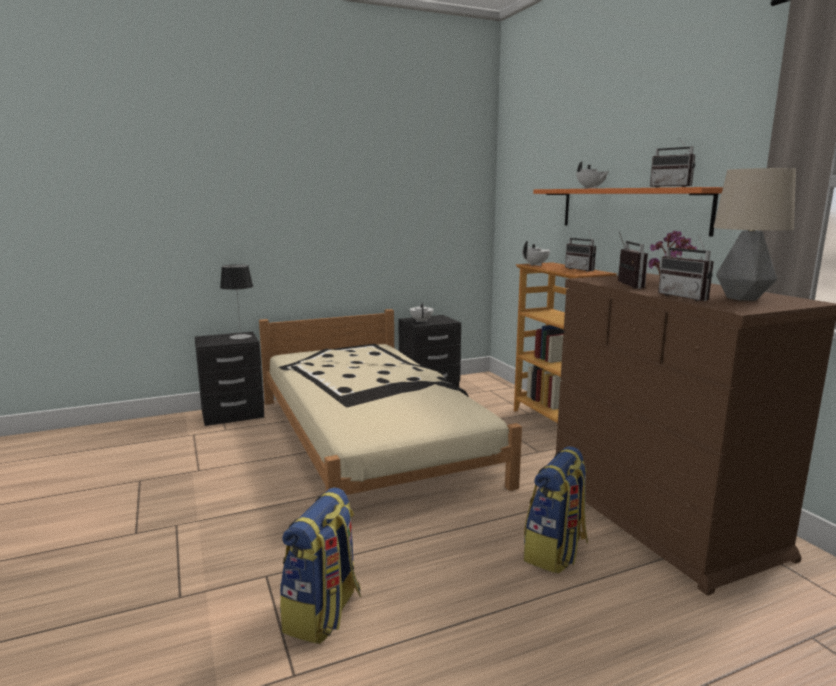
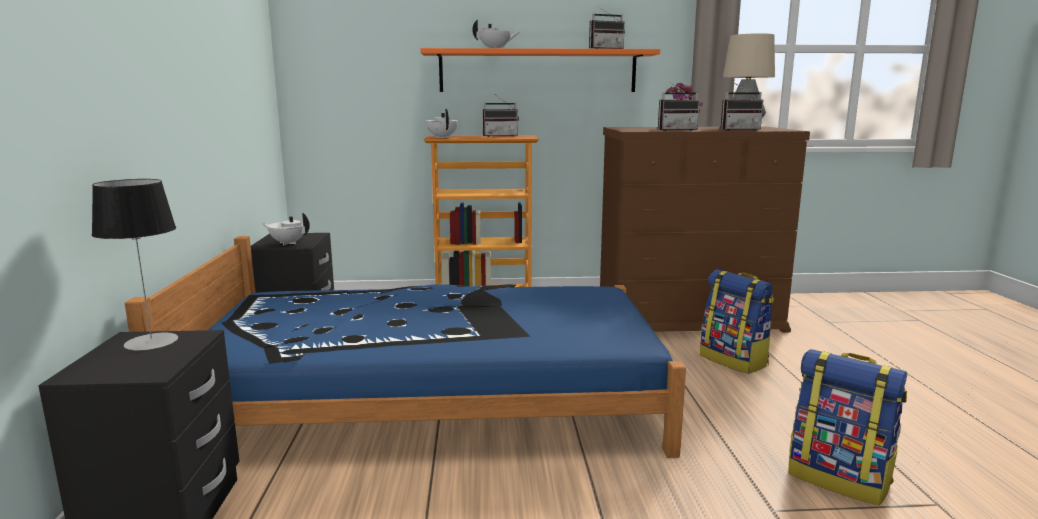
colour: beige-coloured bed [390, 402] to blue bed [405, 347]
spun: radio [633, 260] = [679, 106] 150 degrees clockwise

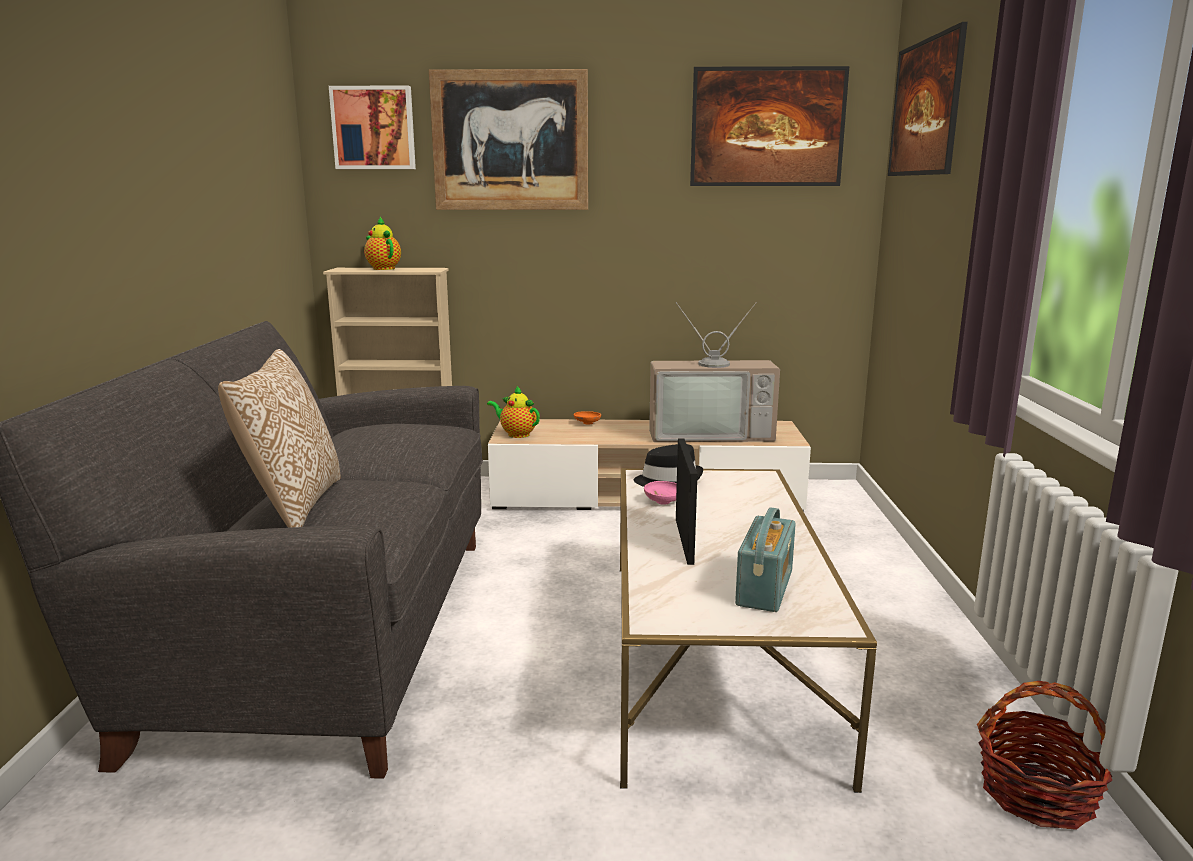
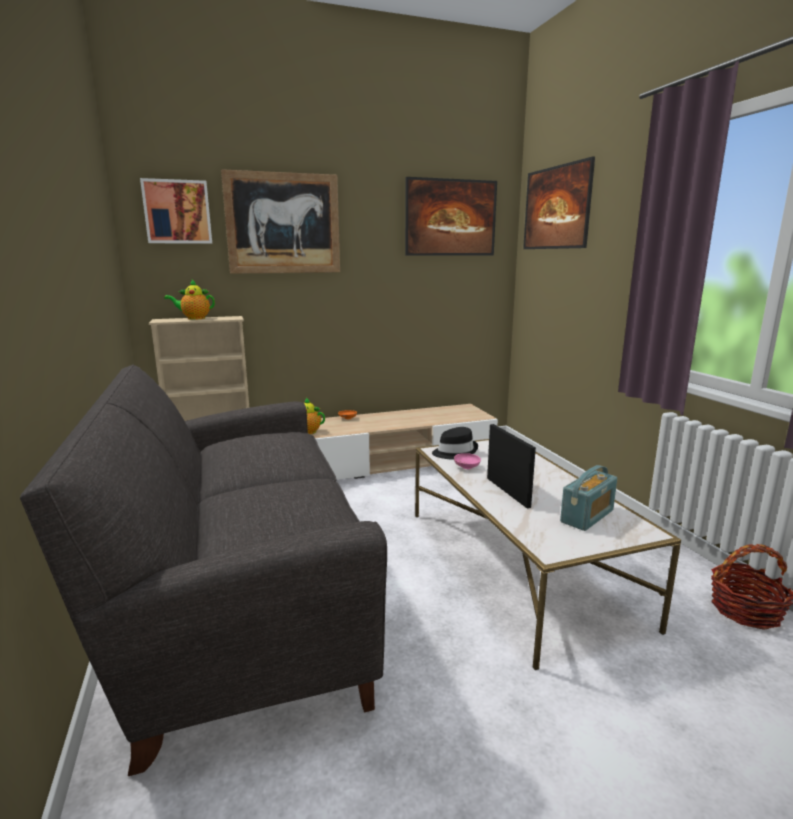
missing: television [714, 372]; throw pillow [279, 438]
spun: tea pot [382, 243] = [189, 300] 45 degrees counterclockwise; radio [765, 559] = [588, 498] 45 degrees clockwise

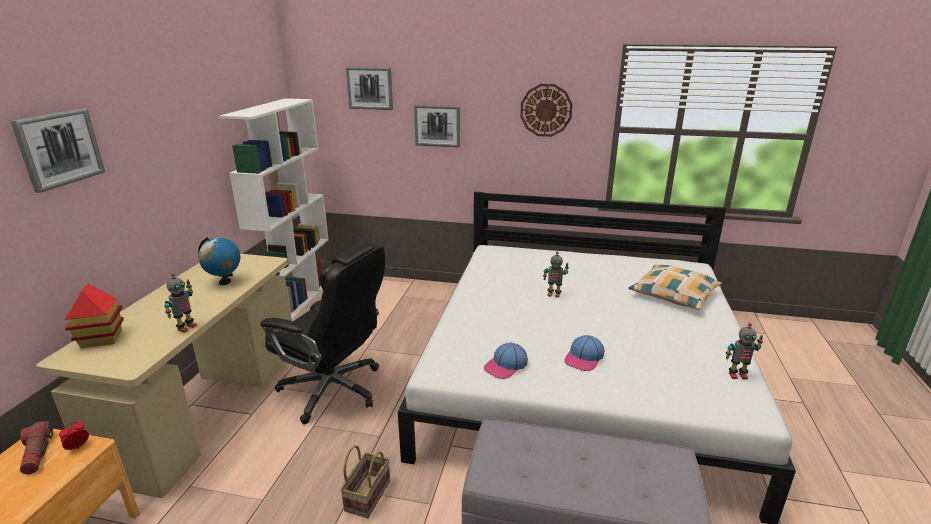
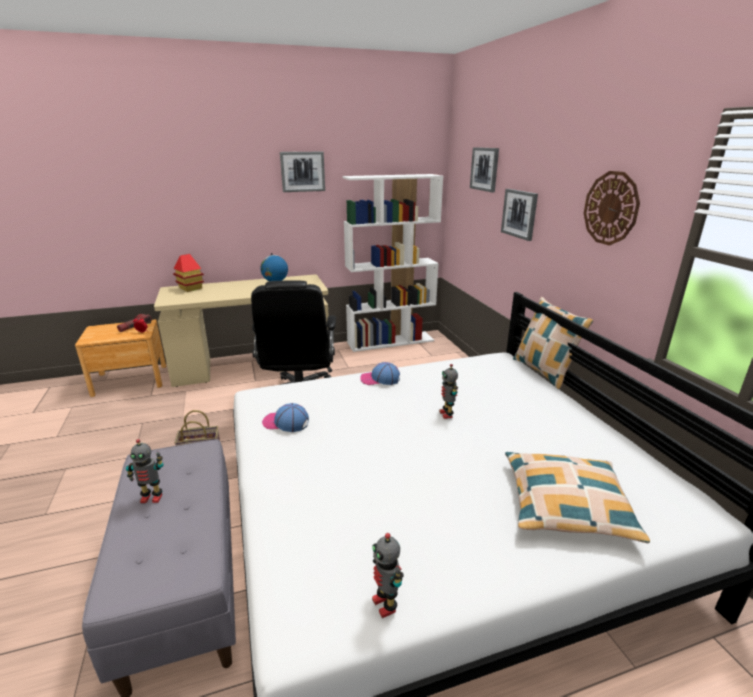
appeared: throw pillow [553, 343]
relocated: wall picture [58, 150] to [302, 172]; model robot [180, 303] to [145, 471]; baseball cap [584, 353] to [380, 373]

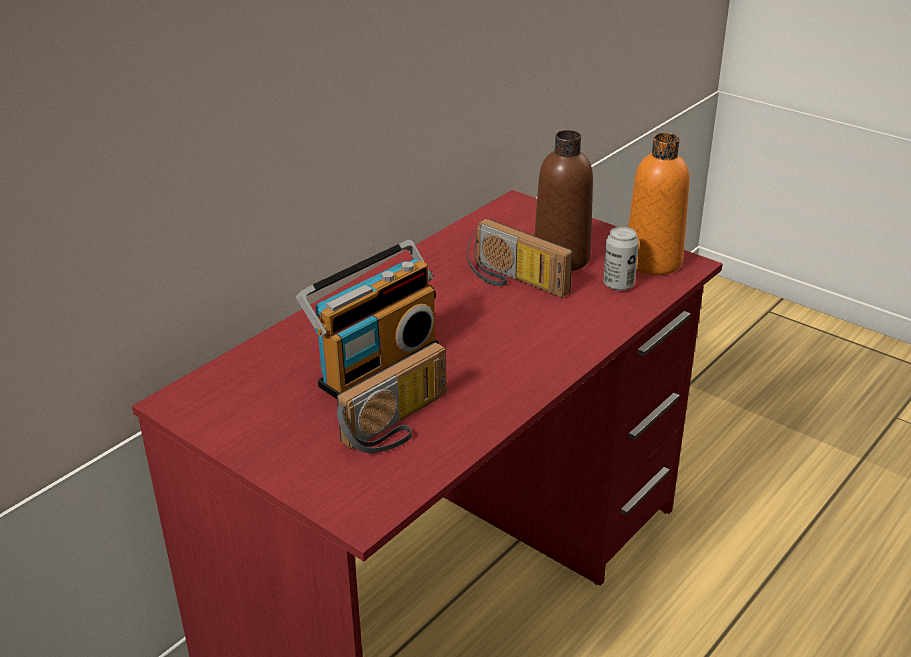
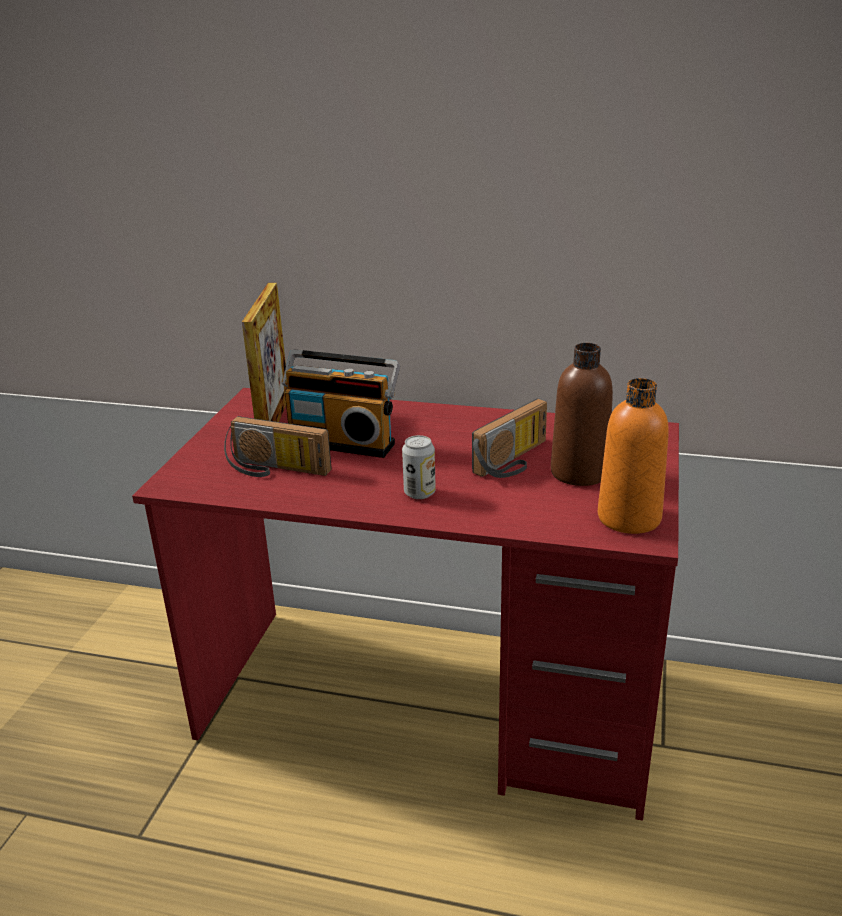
appeared: standing frame [264, 352]
relocated: sealed can [621, 259] to [419, 467]
spun: radio [520, 258] = [509, 438] 150 degrees counterclockwise

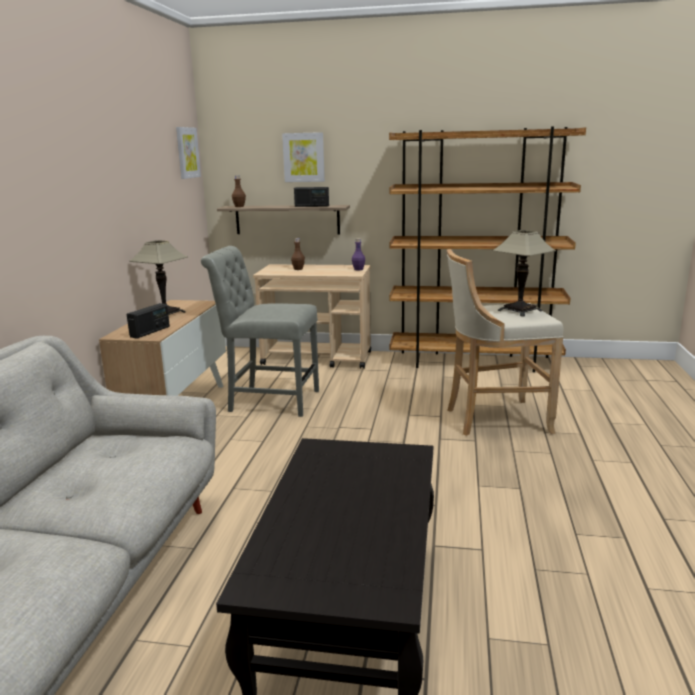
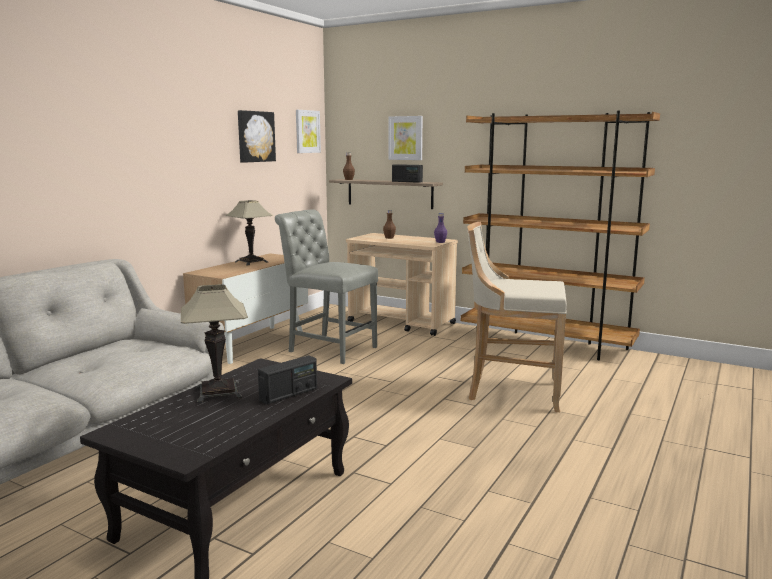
appeared: wall picture [257, 136]
relocated: table lamp [524, 273] to [214, 343]; radio [148, 321] to [287, 379]

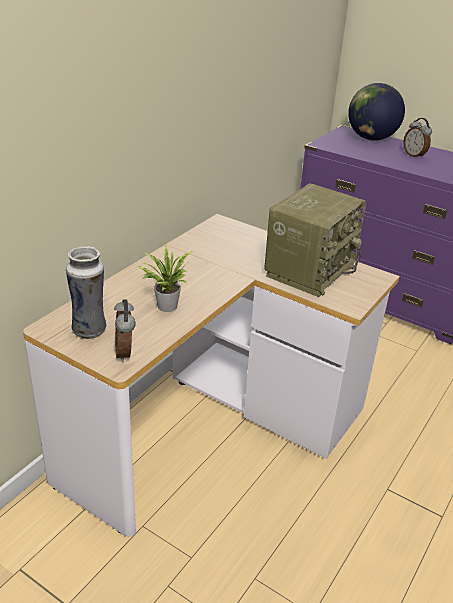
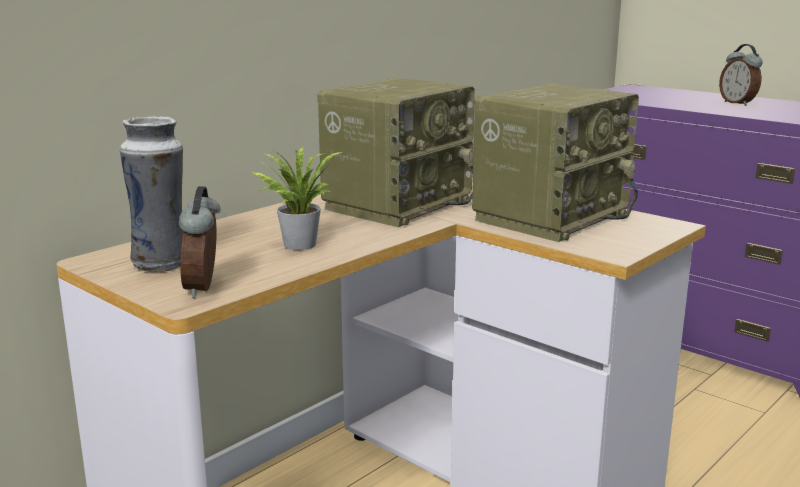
missing: world globe [376, 111]
appeared: radio [396, 152]

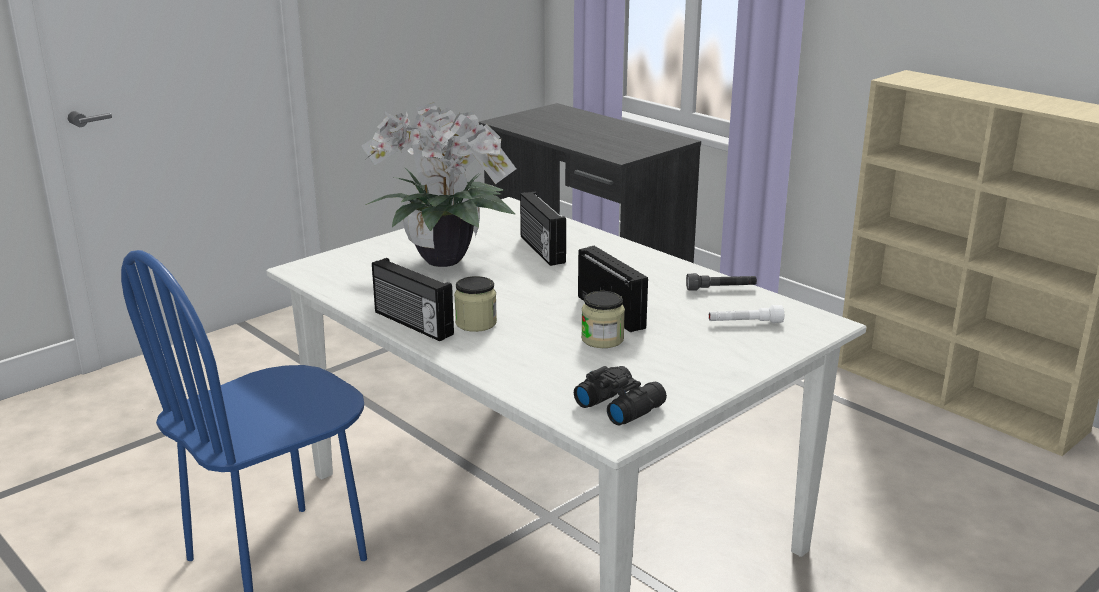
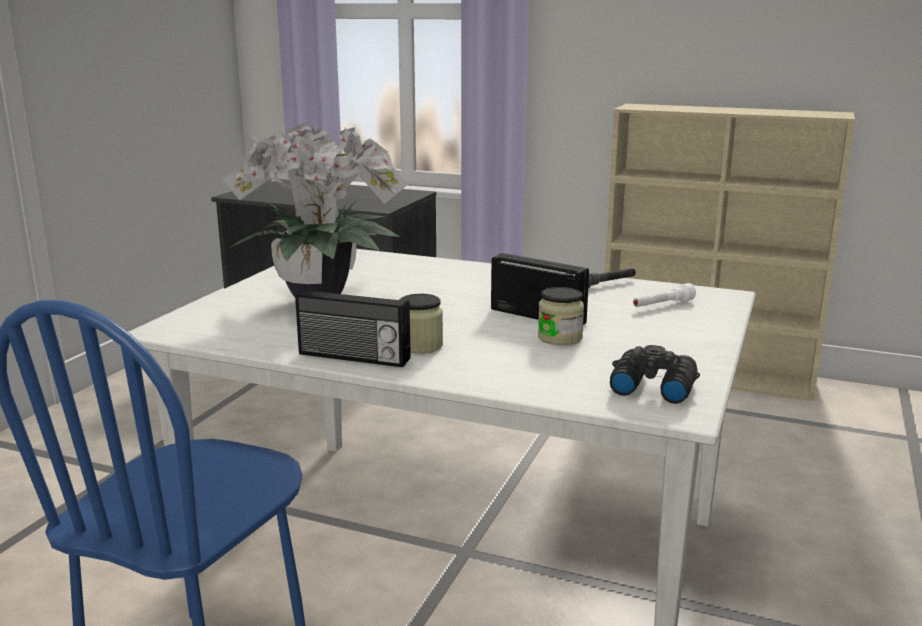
missing: radio [543, 229]

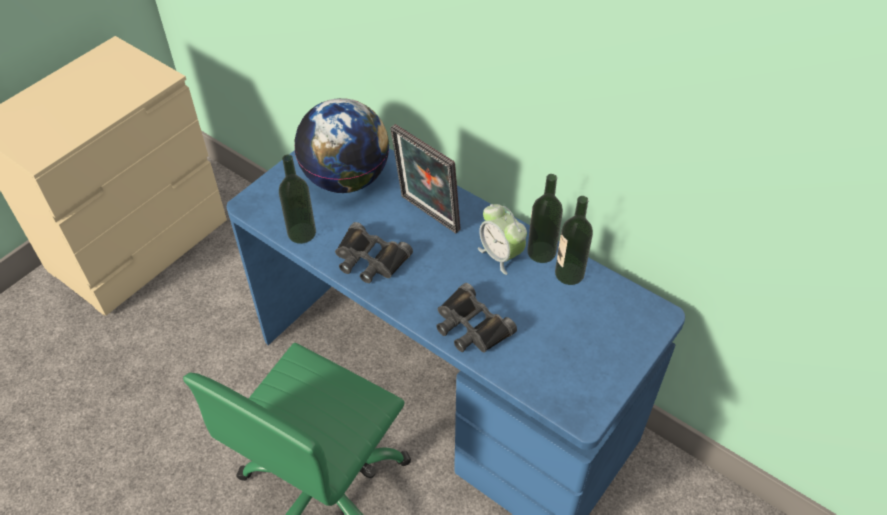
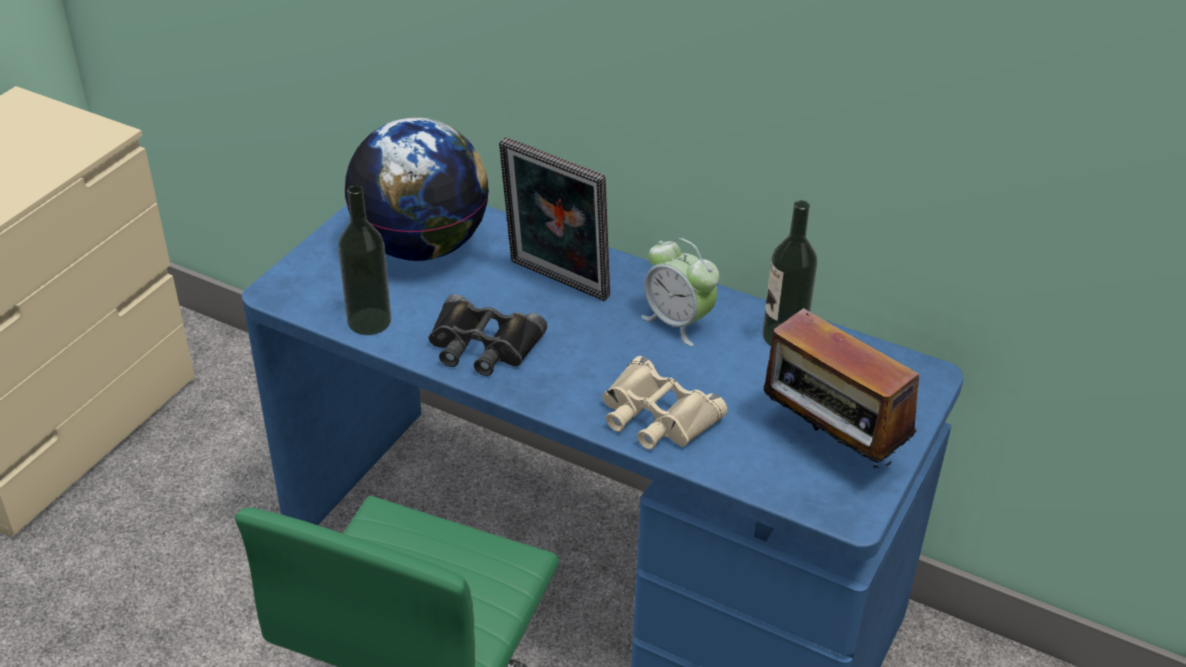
missing: drink bottle [545, 218]
appeared: radio [841, 389]
colour: black field glasses [476, 318] to beige-coloured field glasses [664, 403]

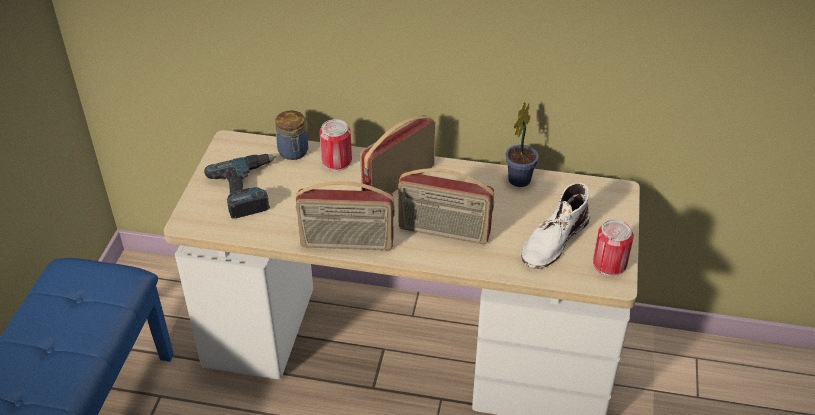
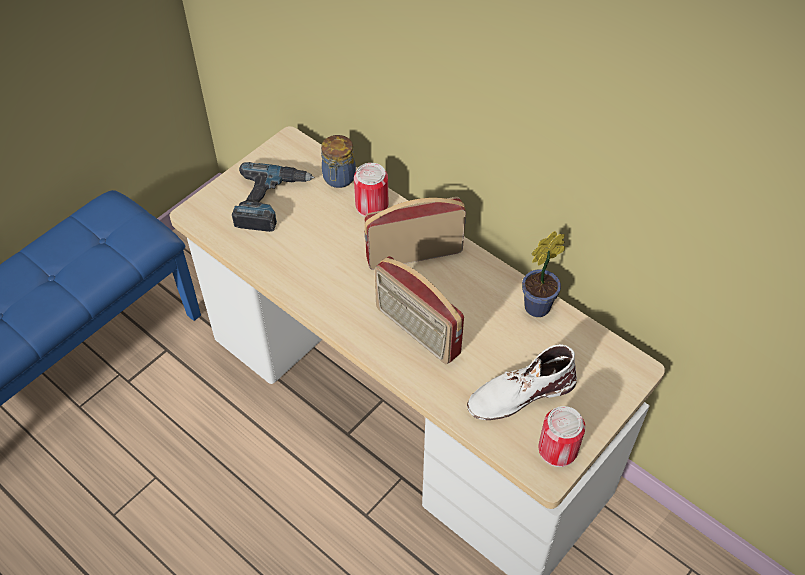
missing: radio [345, 215]

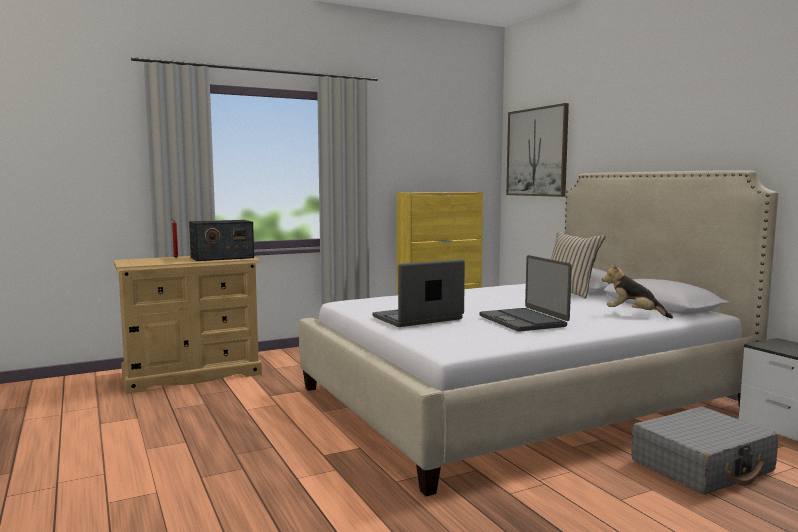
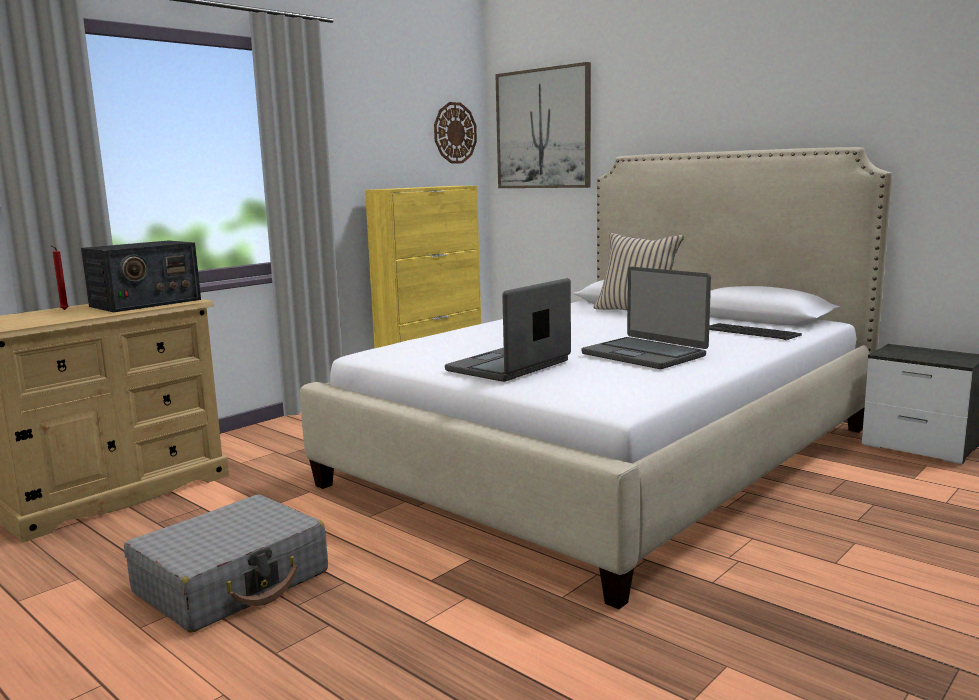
appeared: wall clock [455, 133]
relocated: grey travel case [705, 450] to [226, 564]
exchanged: soft toy [637, 291] to keyboard [755, 331]

